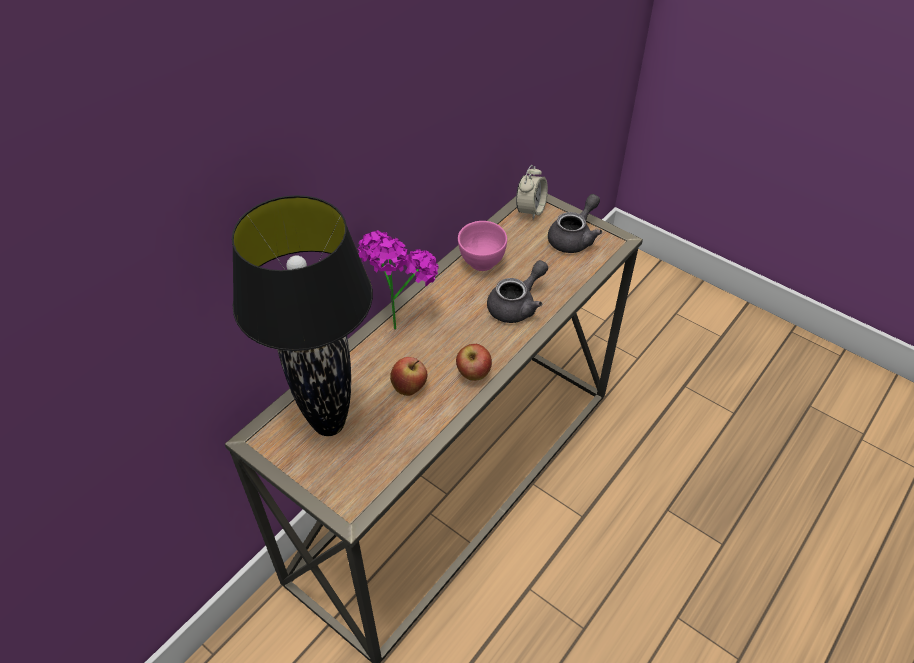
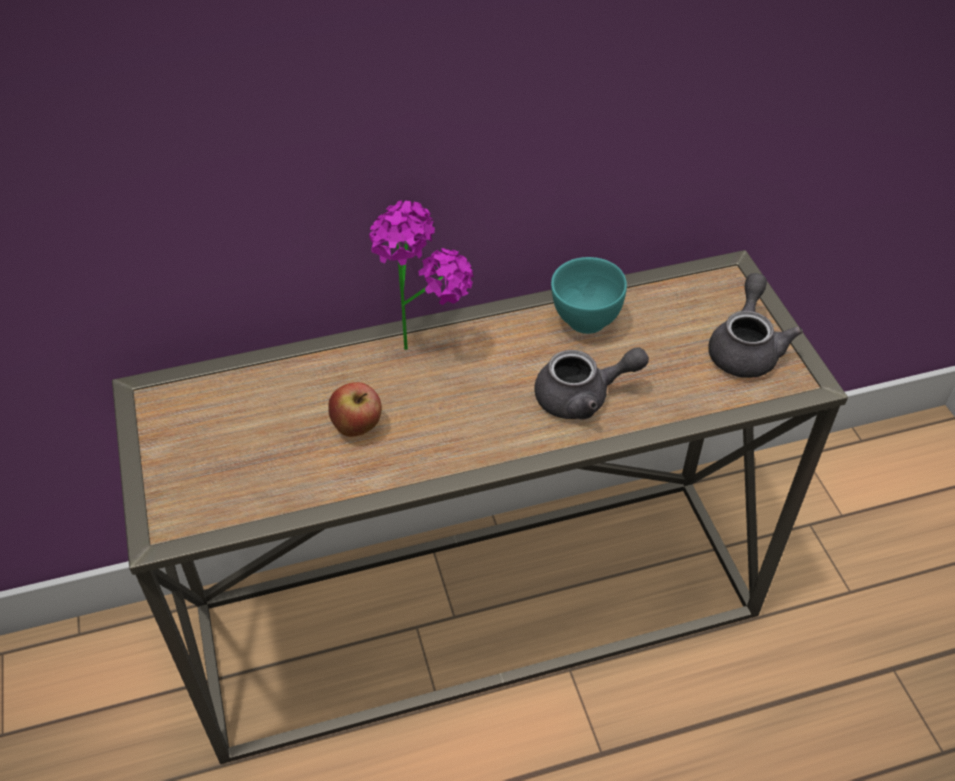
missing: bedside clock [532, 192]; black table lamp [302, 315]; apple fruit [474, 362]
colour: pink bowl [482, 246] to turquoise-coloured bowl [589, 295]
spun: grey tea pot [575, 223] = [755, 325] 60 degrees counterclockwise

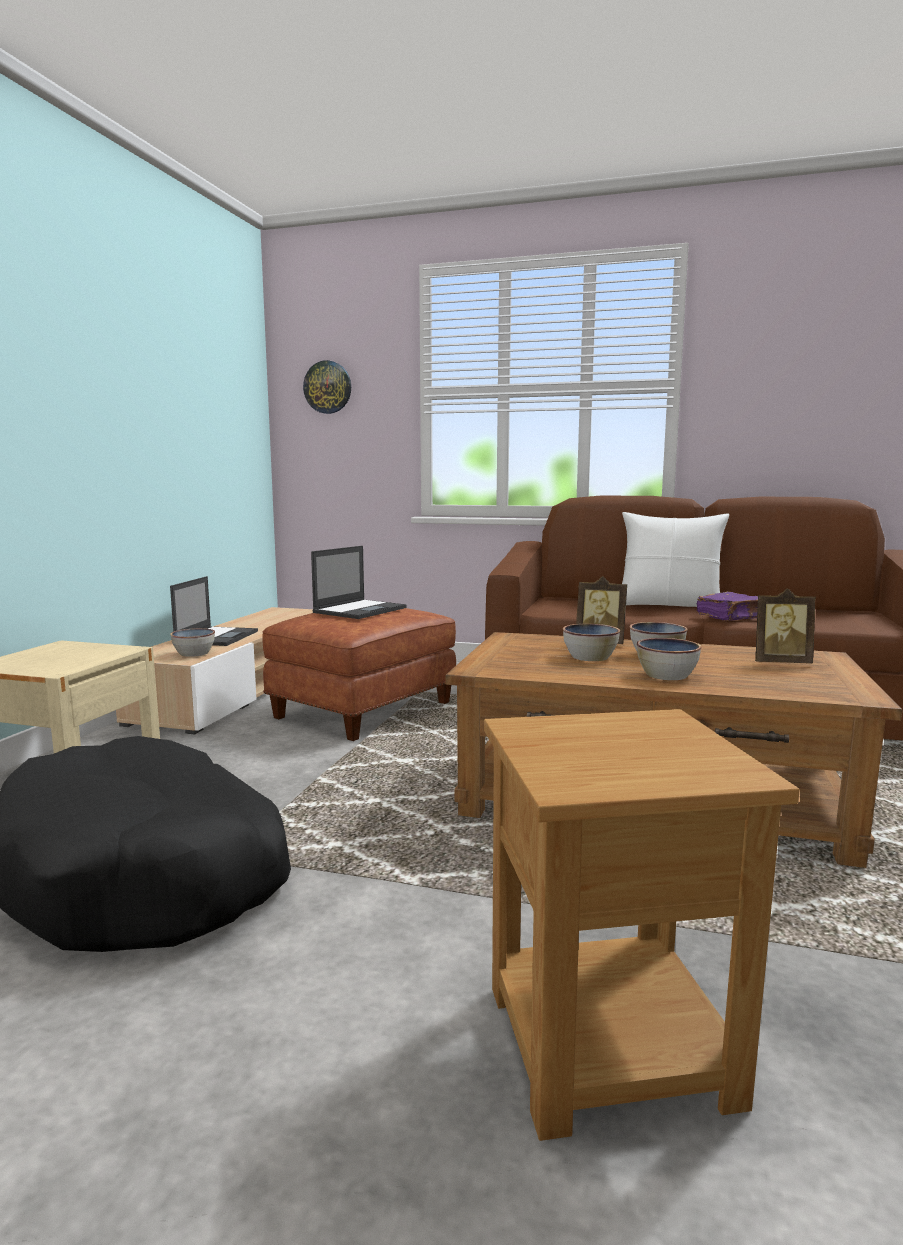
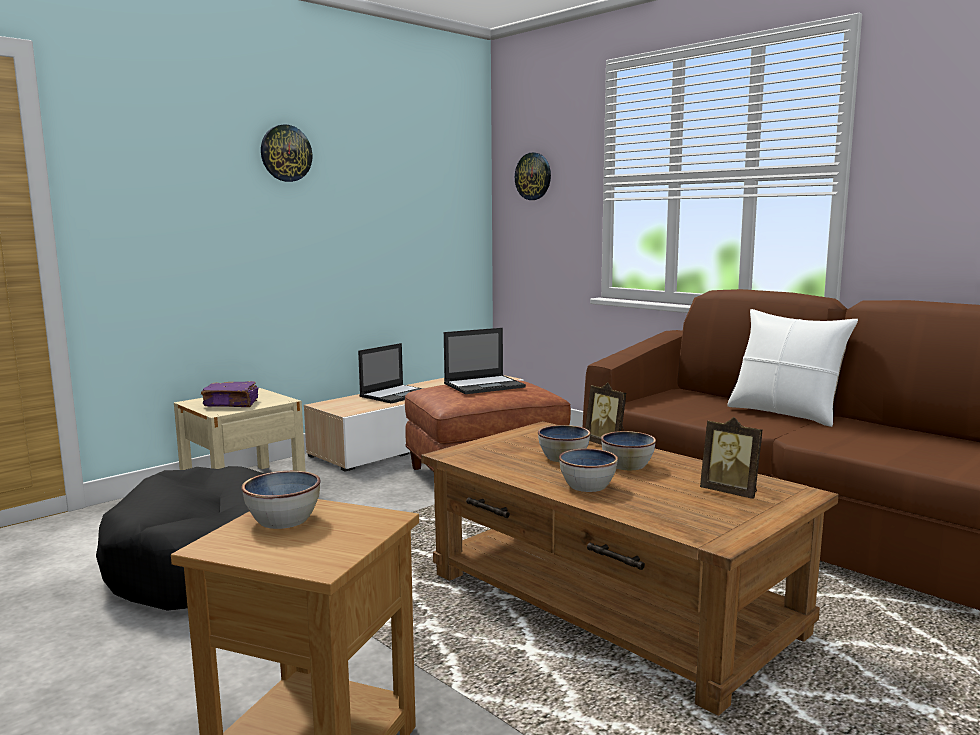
appeared: wall clock [286, 153]
relocated: purplish book [727, 606] to [229, 394]; bowl [192, 642] to [281, 500]

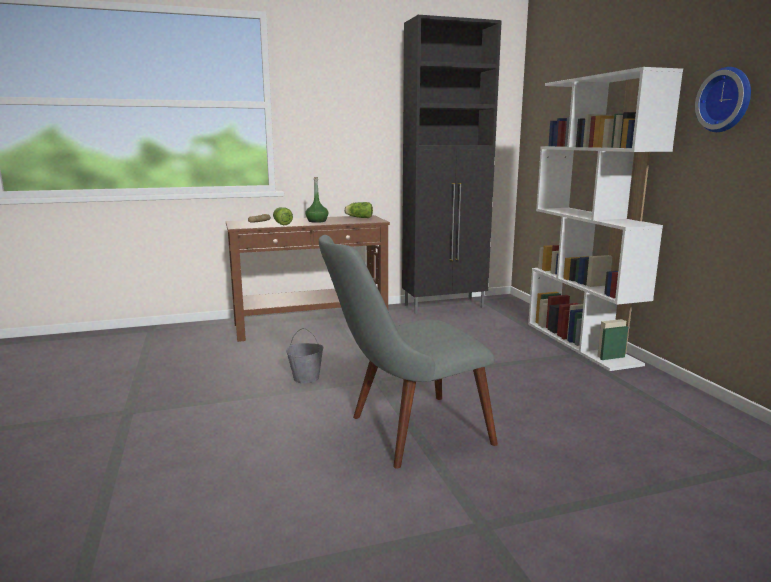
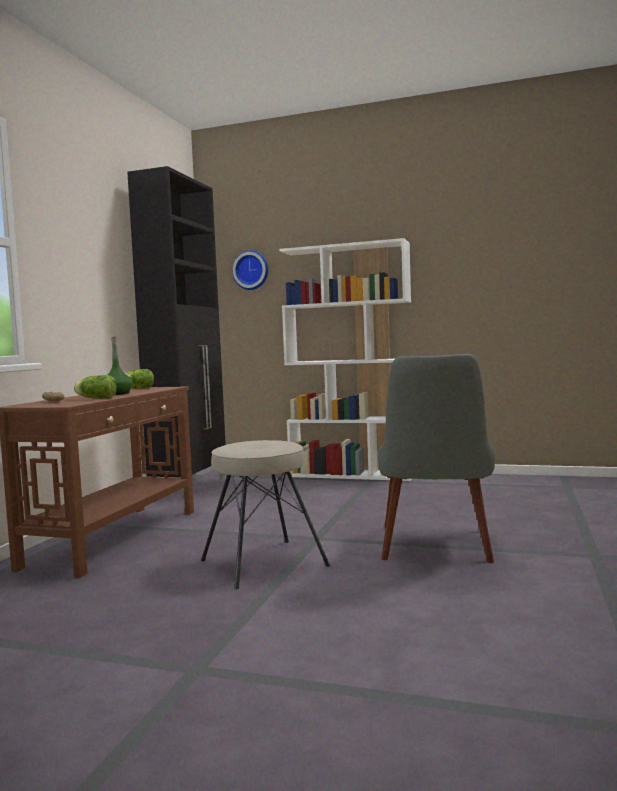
relocated: wall clock [723, 99] to [250, 270]
exchanged: grey bucket [305, 356] to beige-coloured stool [265, 514]

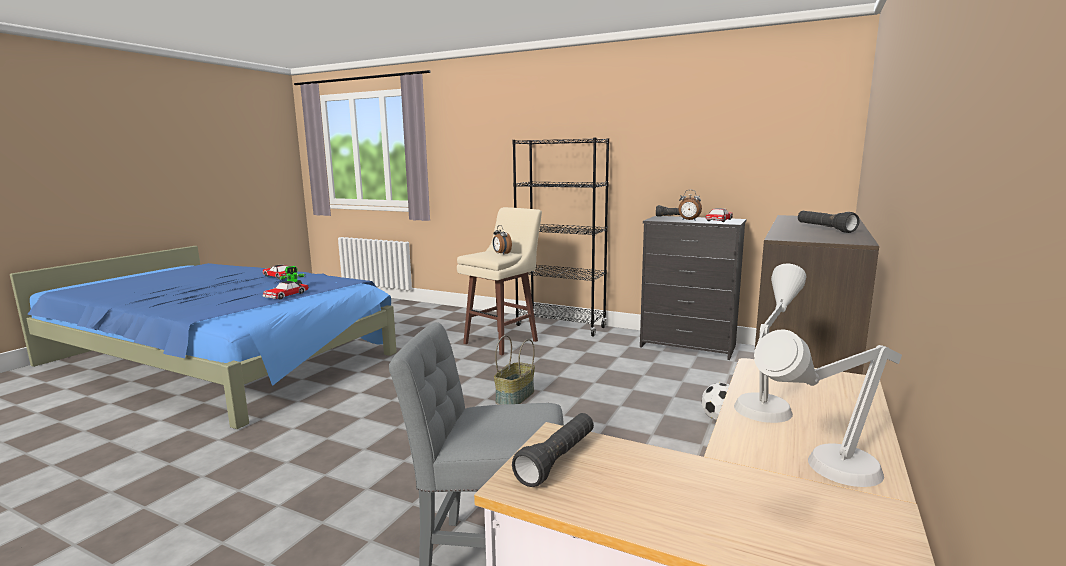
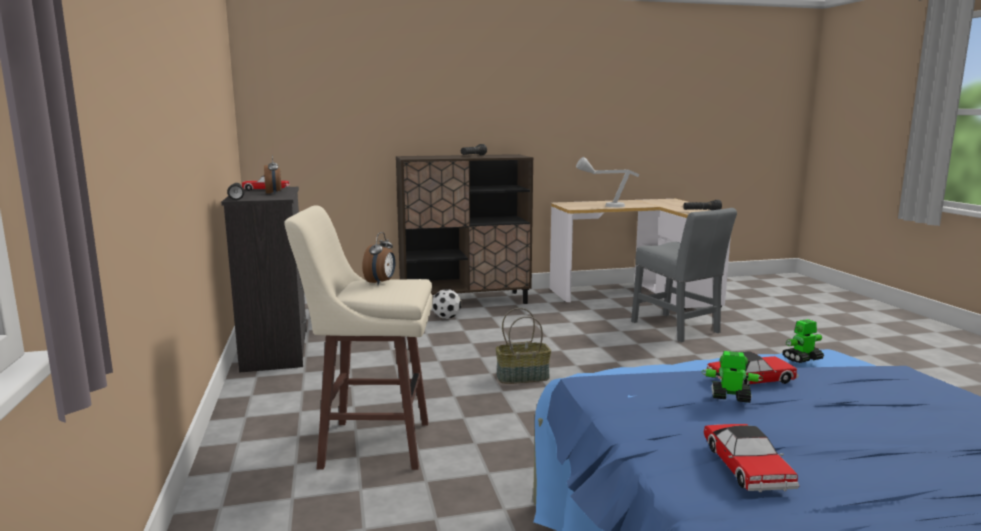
missing: black bookcase [560, 237]; grey table lamp [828, 408]
appeared: model robot [803, 341]

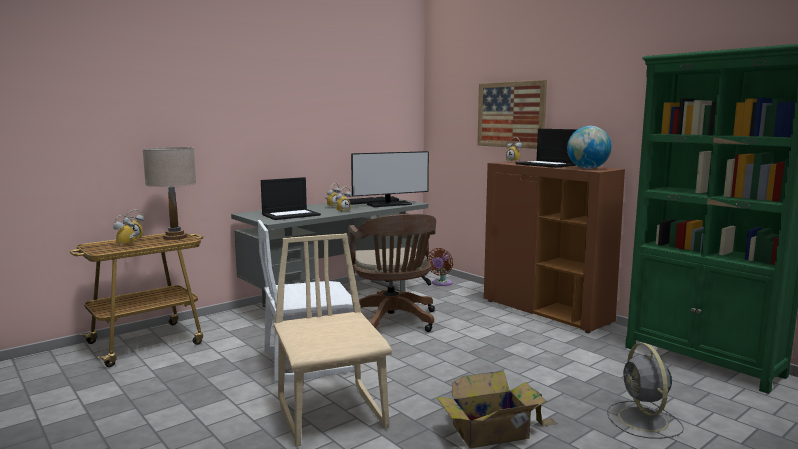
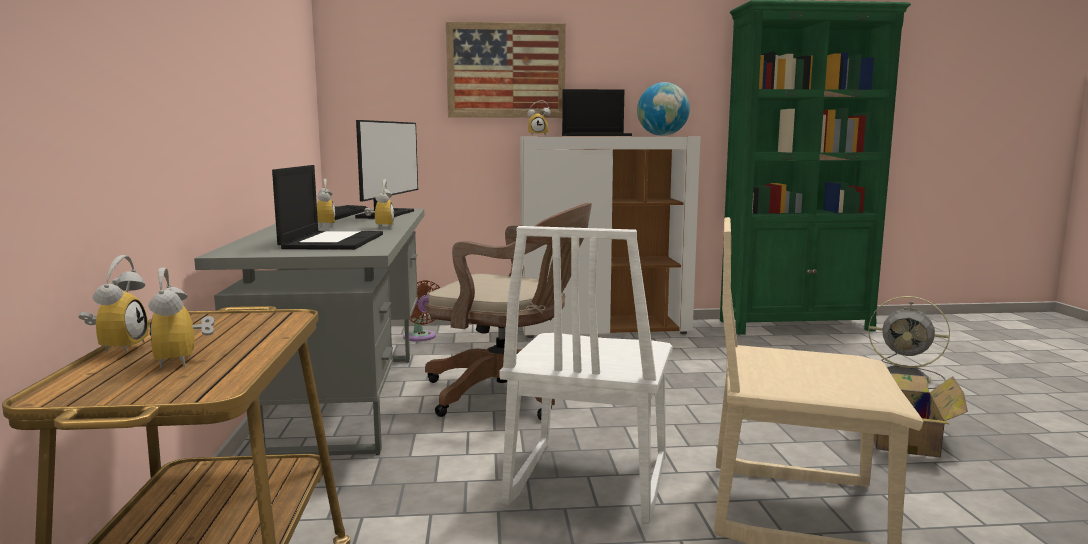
missing: beige-coloured table lamp [169, 193]
colour: brown storage cabinet [554, 247] to white storage cabinet [610, 237]

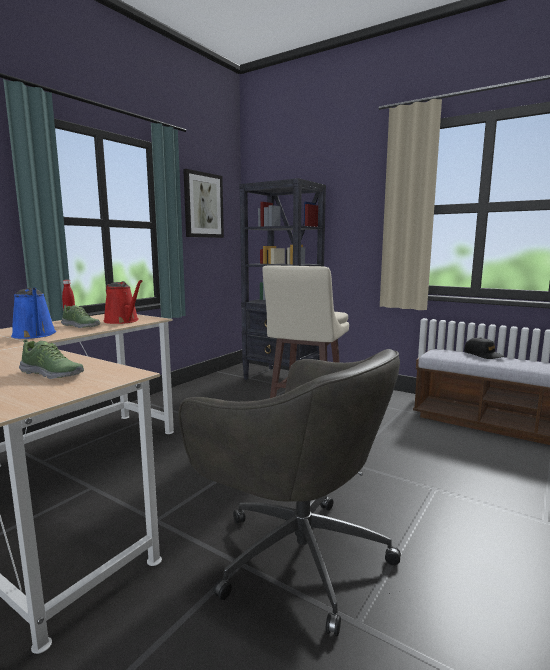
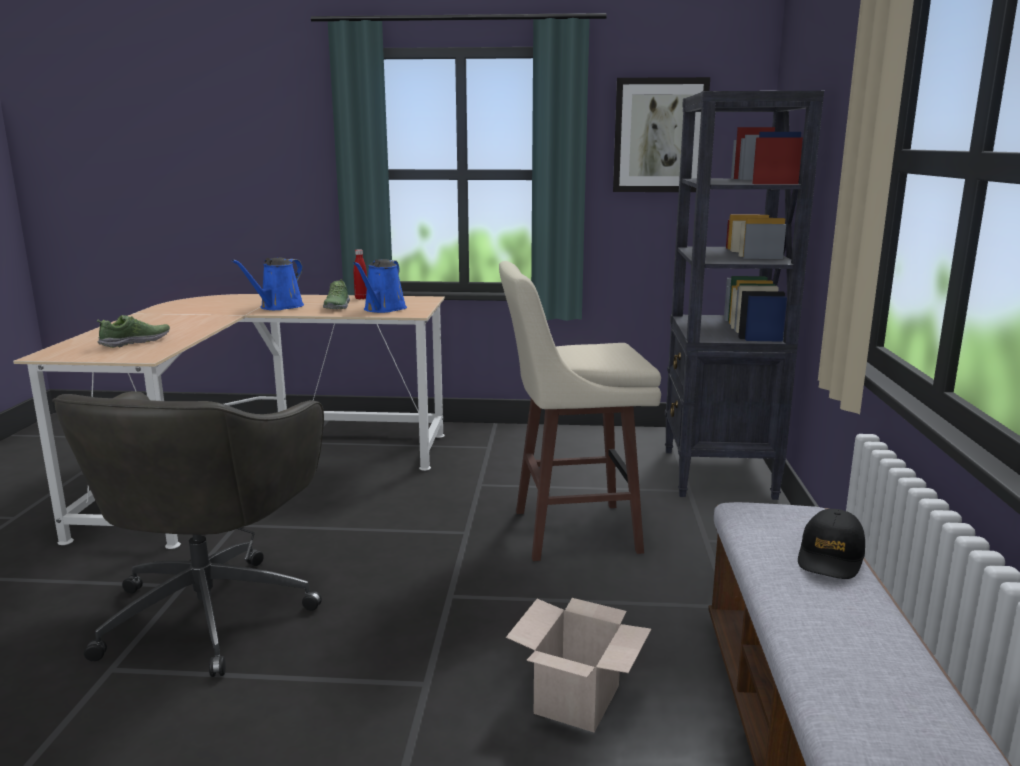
appeared: carton [578, 665]
colour: red-coloured sprinkling can [123, 302] to blue sprinkling can [380, 286]
spun: item of footwear [51, 359] = [133, 331] 135 degrees counterclockwise

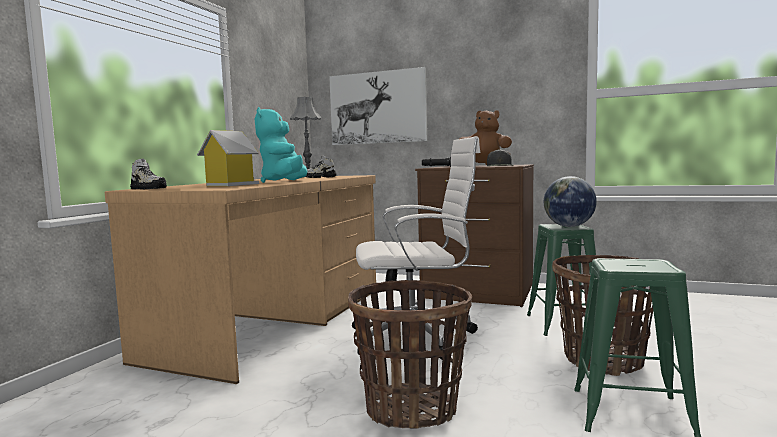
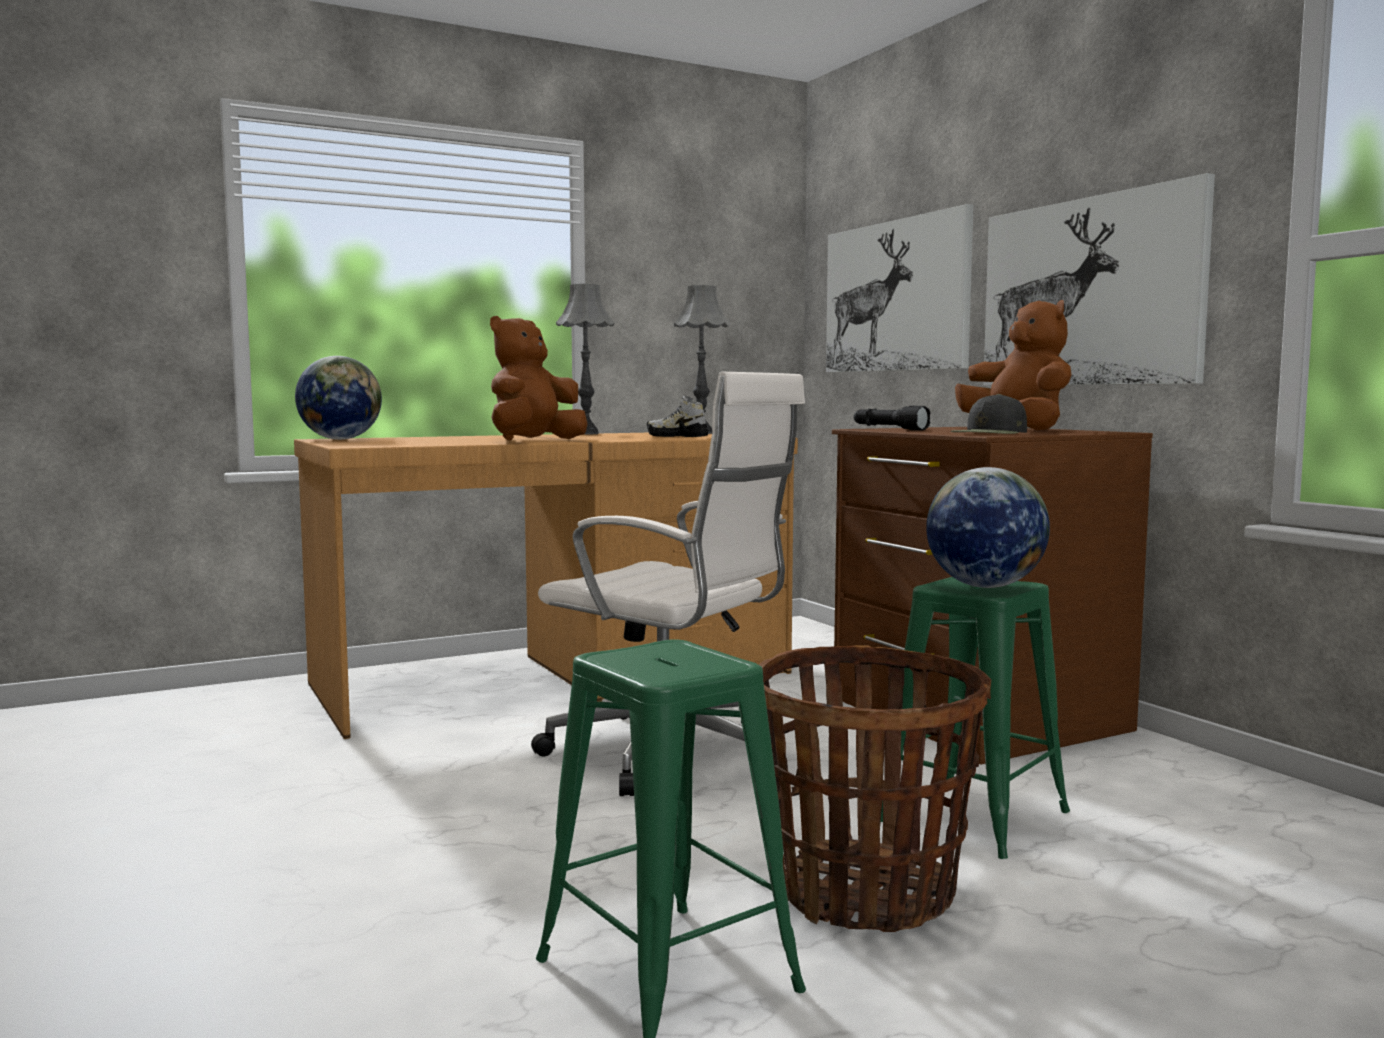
missing: miniature house [228, 158]; household basket [410, 354]
appeared: wall picture [1099, 279]; grey table lamp [585, 359]
exchanged: item of footwear [148, 173] to world globe [338, 398]
colour: turquoise-coloured soft toy [281, 145] to brown soft toy [539, 378]

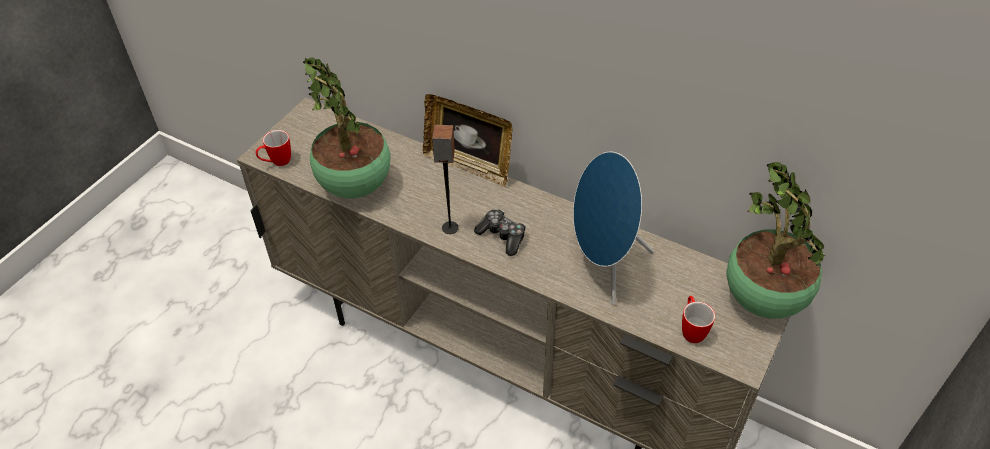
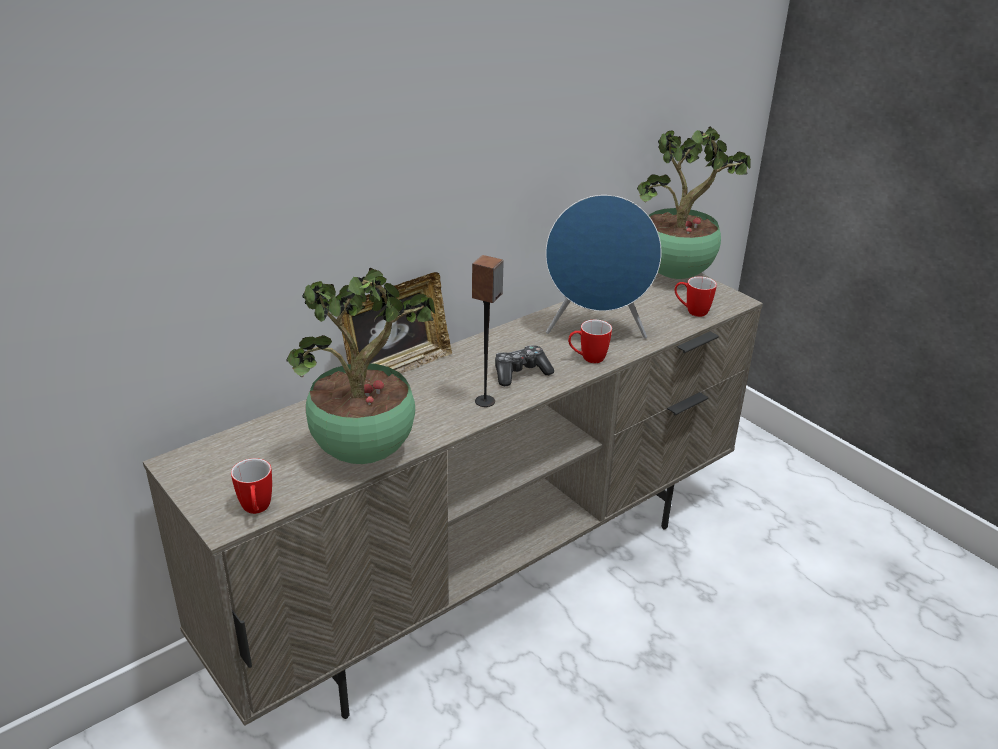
appeared: tea mug [590, 341]

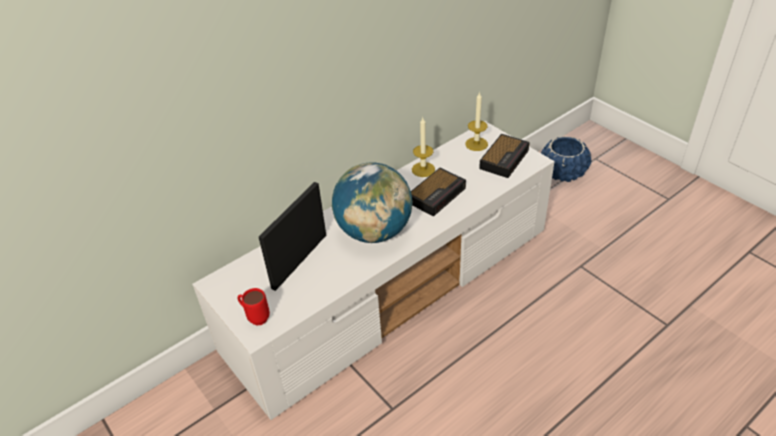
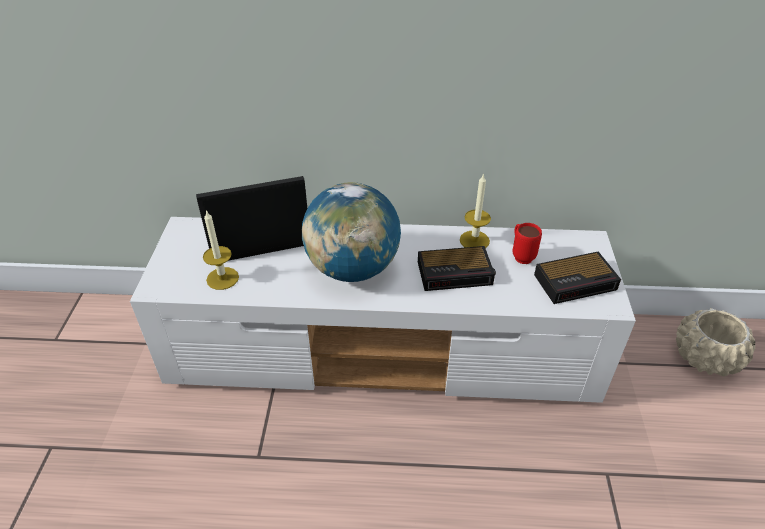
relocated: wax candle [476, 121] to [221, 250]; red-coloured tea mug [253, 307] to [527, 243]
colour: blue planter [566, 159] to beige-coloured planter [716, 342]

